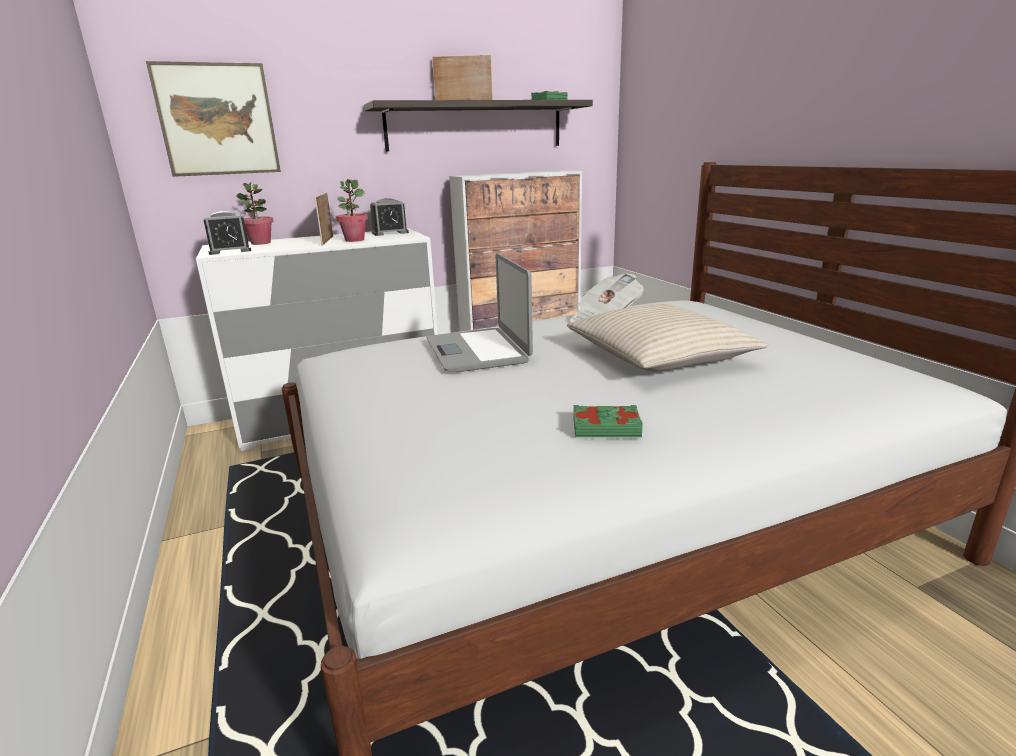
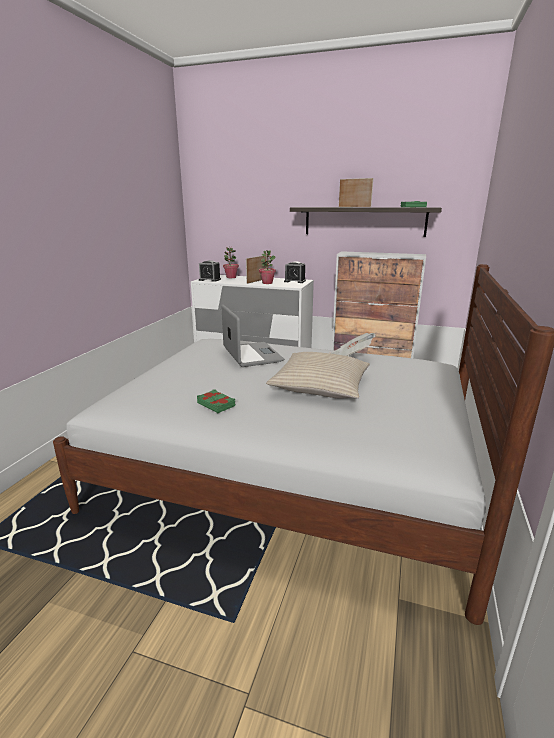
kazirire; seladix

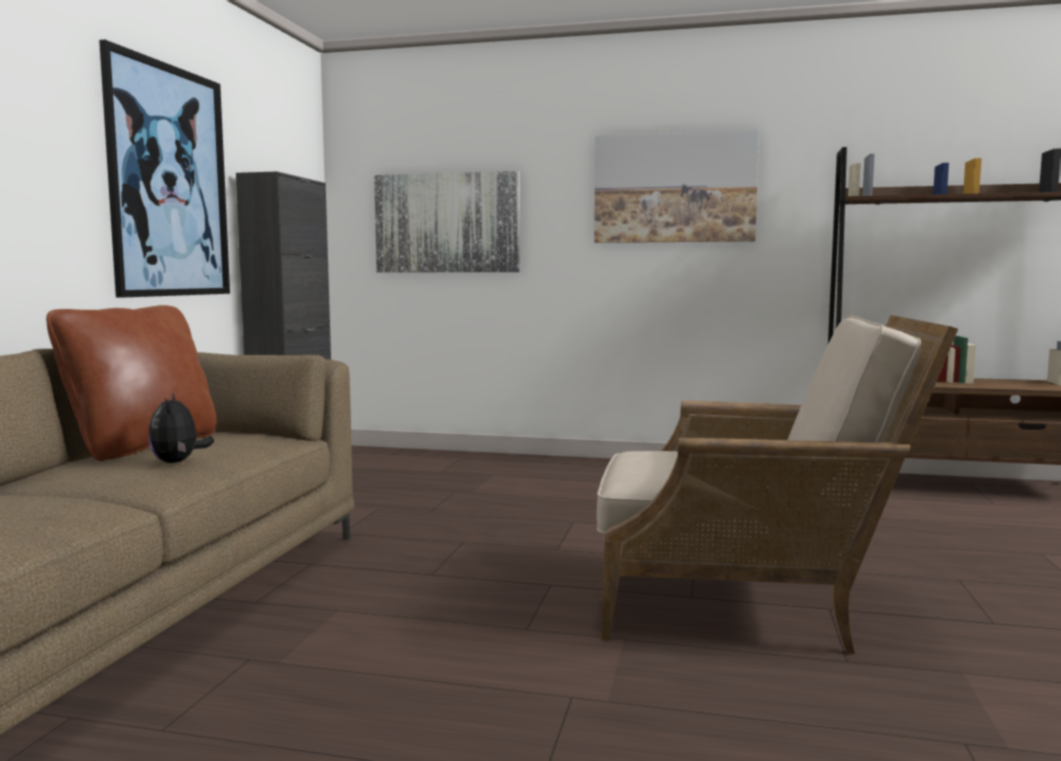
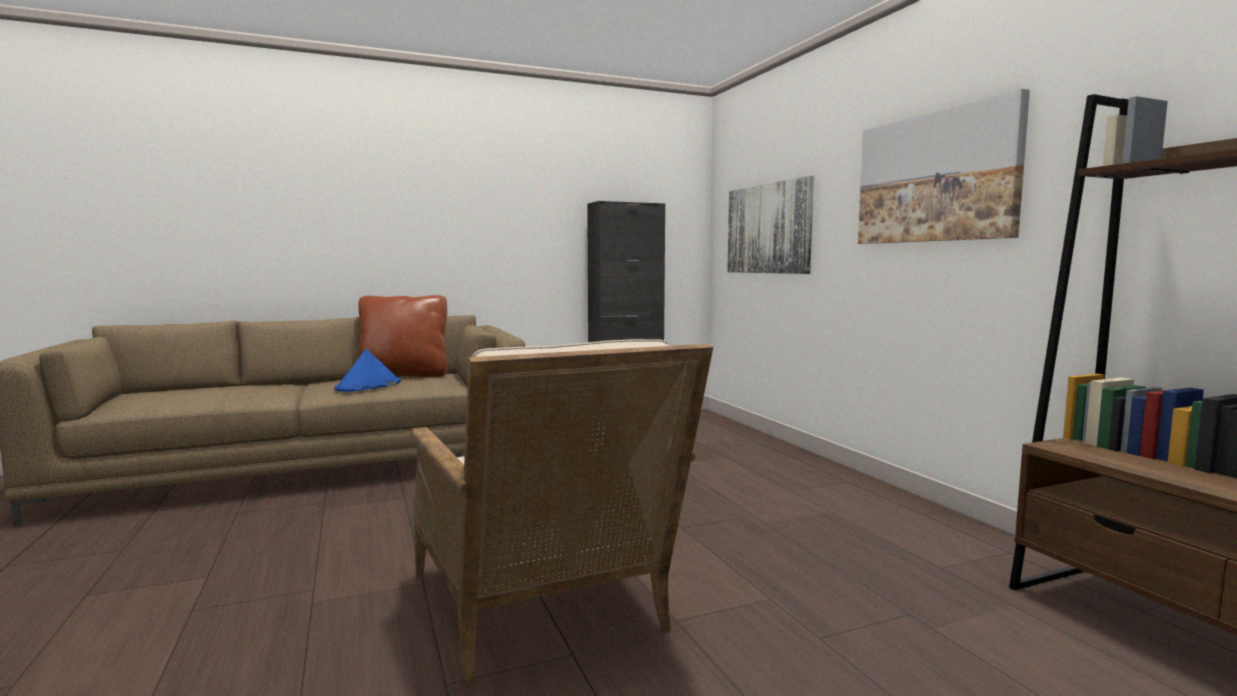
kazirire (no. 1 from left in the first image); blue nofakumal

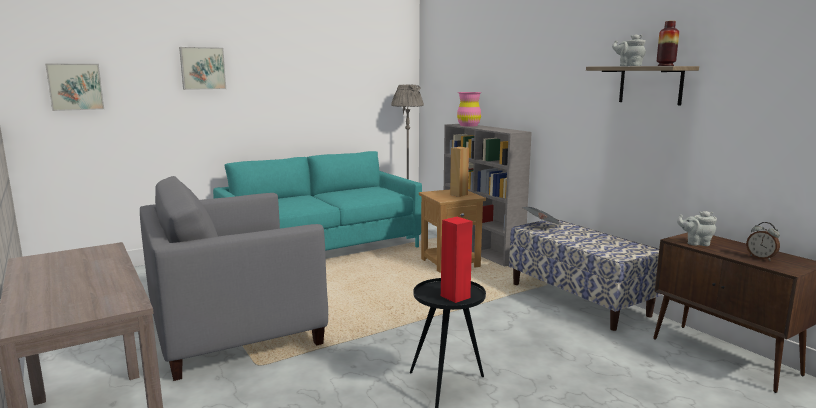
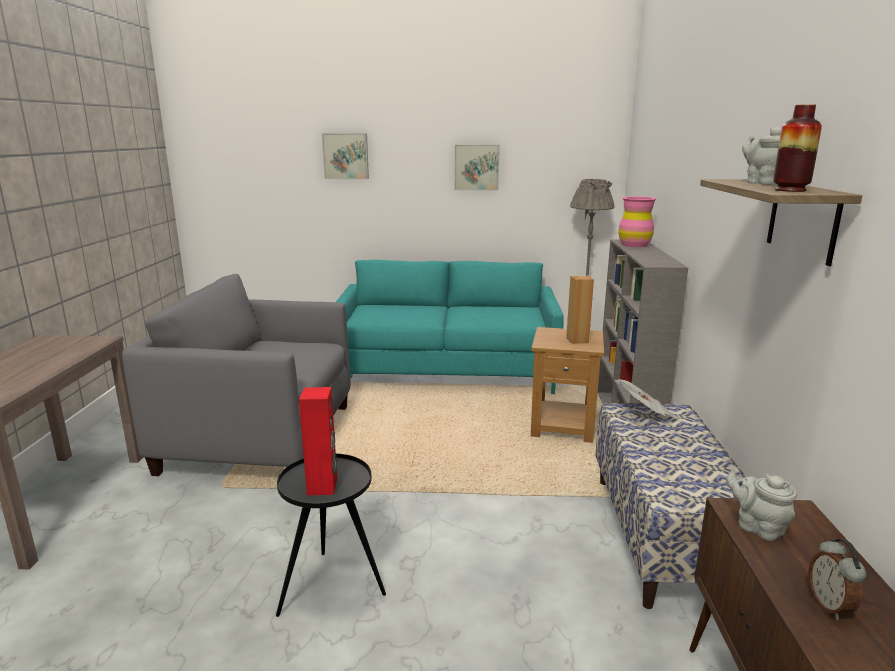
kazirire (no. 2 from left)

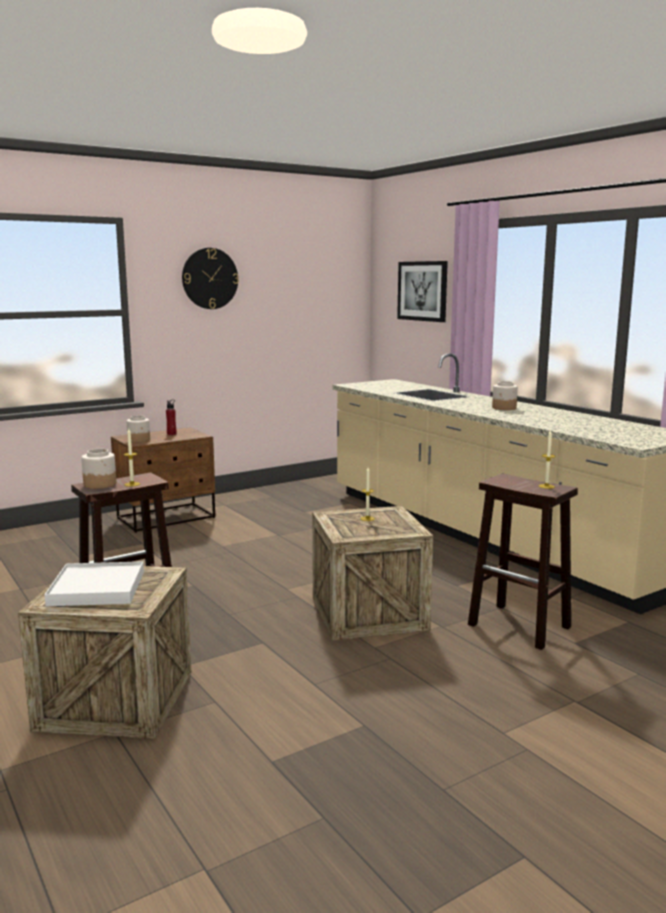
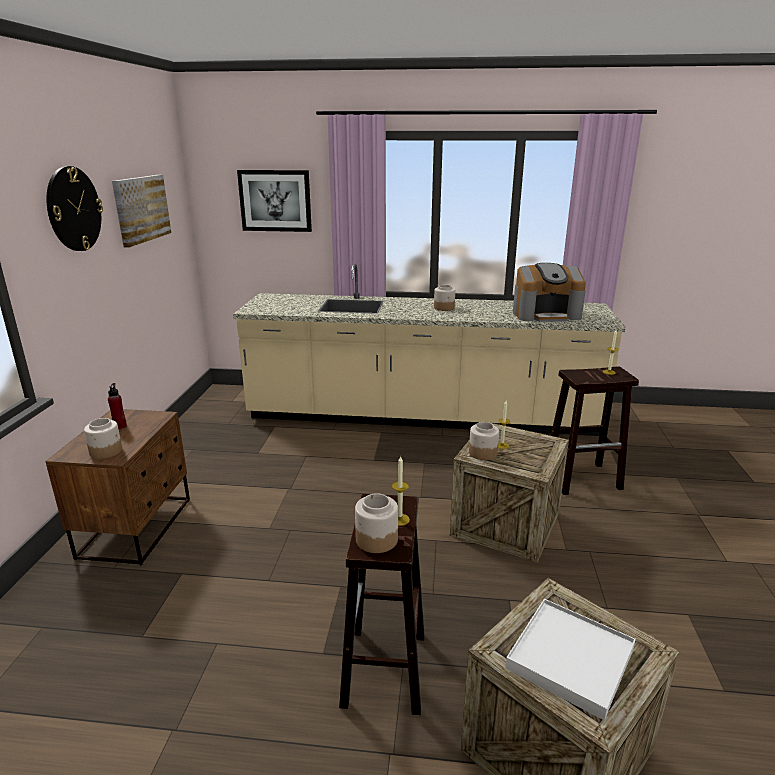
kazirire (no. 1 from left); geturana (no. 4 from left); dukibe

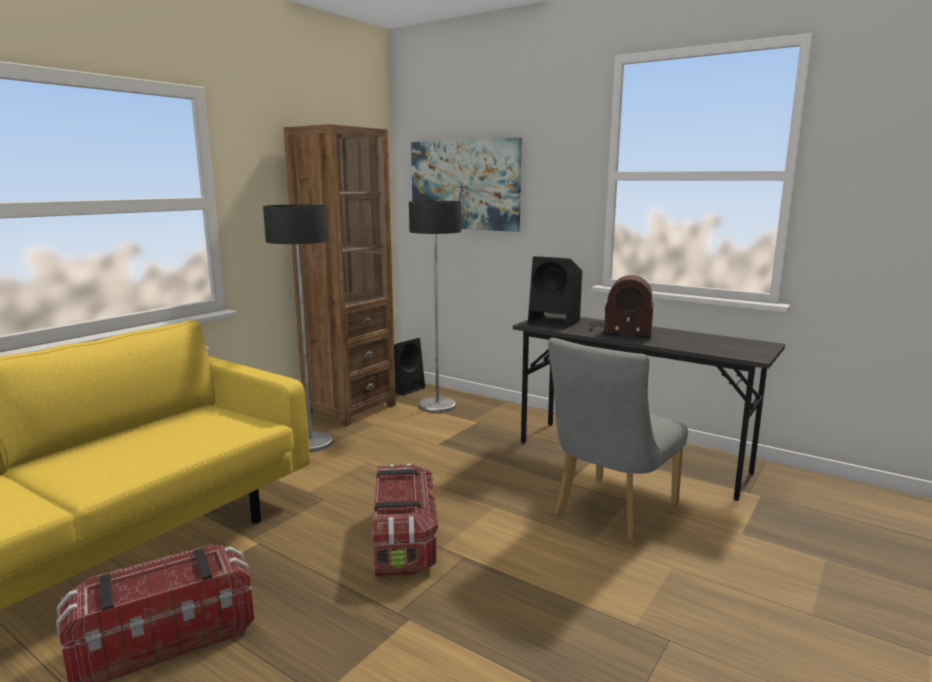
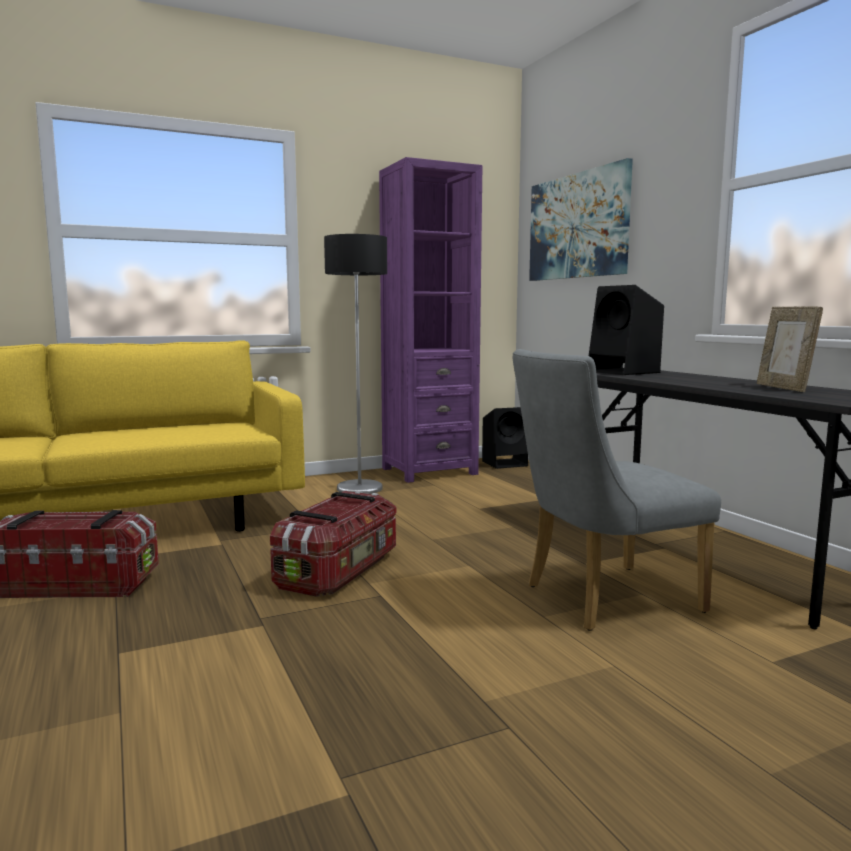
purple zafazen; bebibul (no. 2 from left in the first image); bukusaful; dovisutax

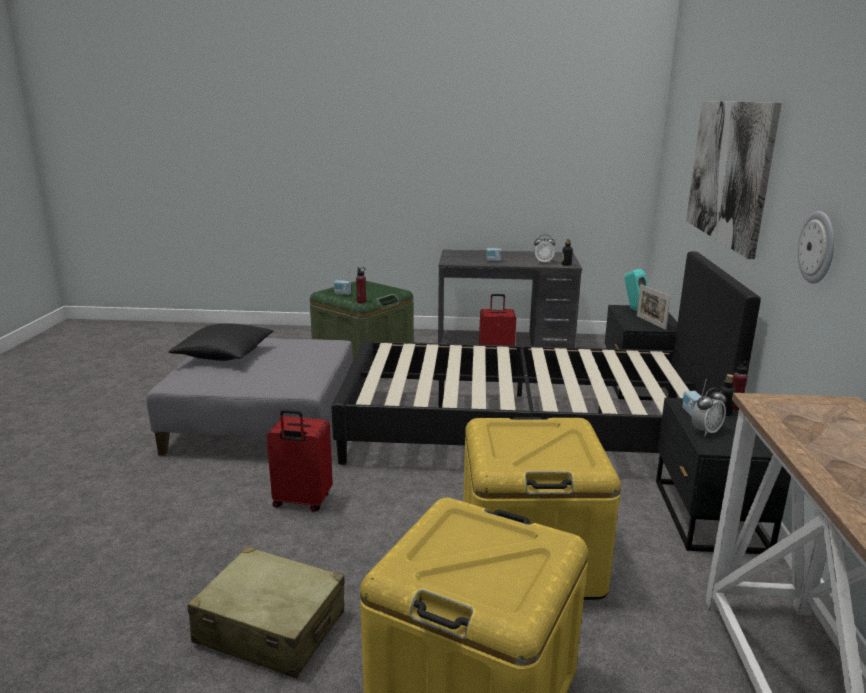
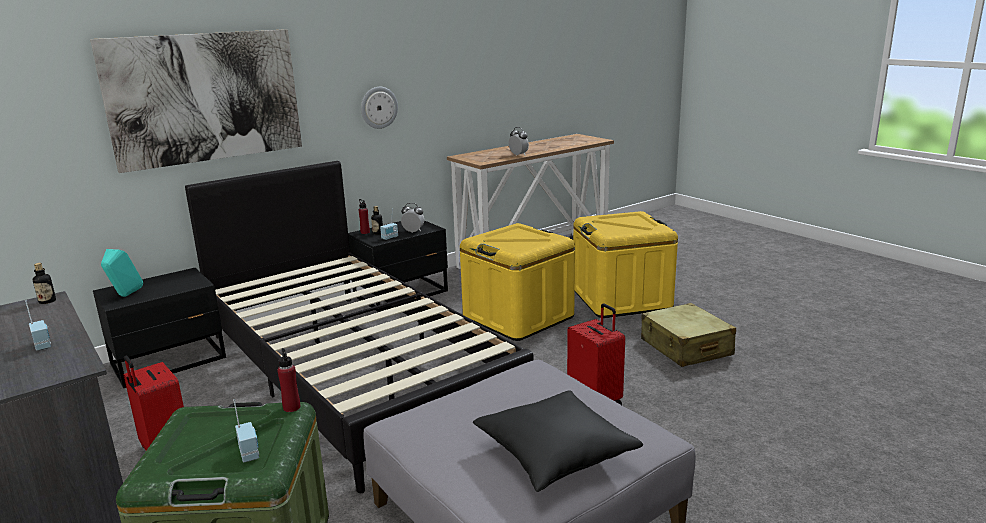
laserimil (no. 2 from left); dovisutax

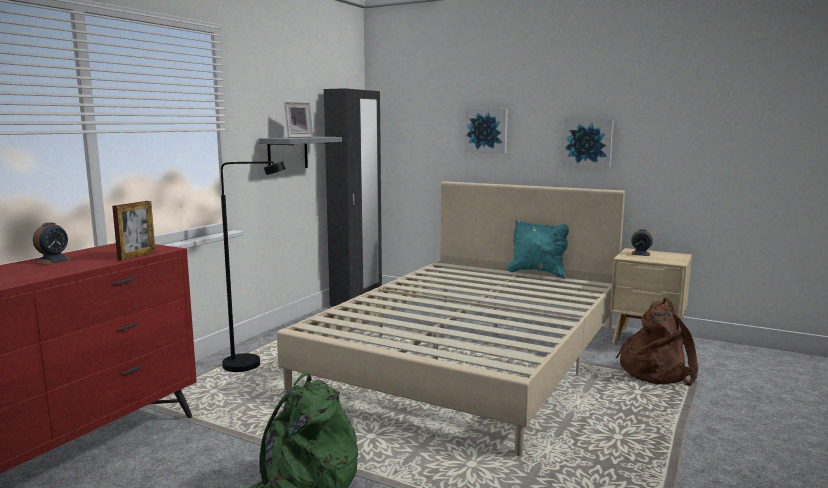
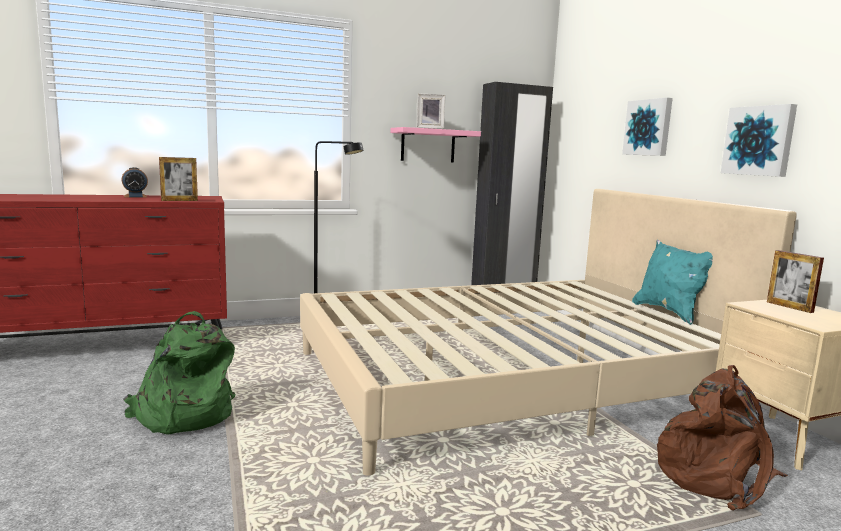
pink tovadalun; dovisutax (no. 3 from left)

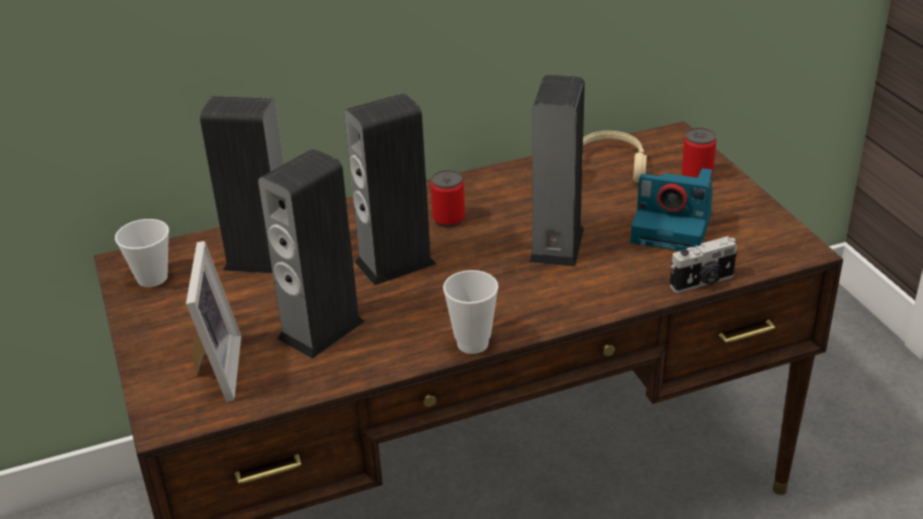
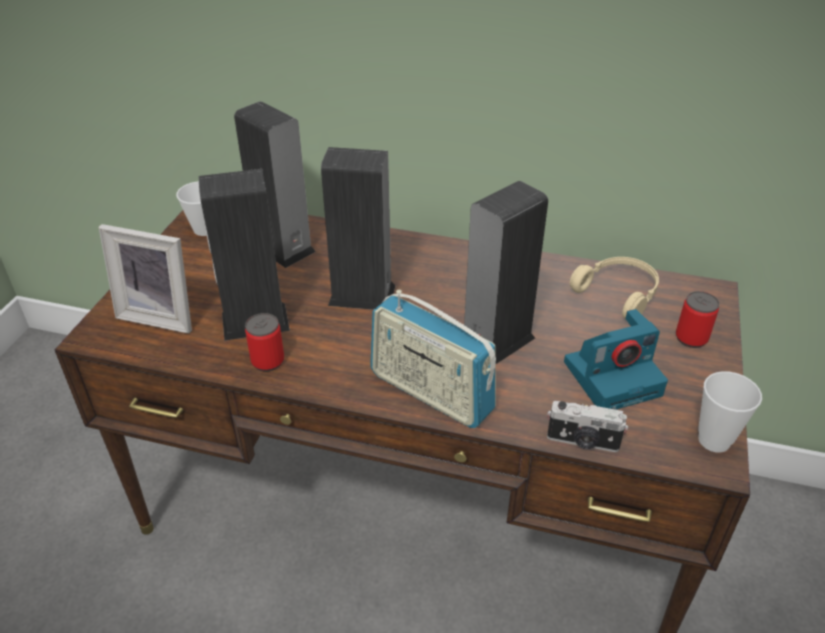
dovisutax; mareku (no. 1 from left); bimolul (no. 2 from left); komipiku (no. 2 from left); bukusaful

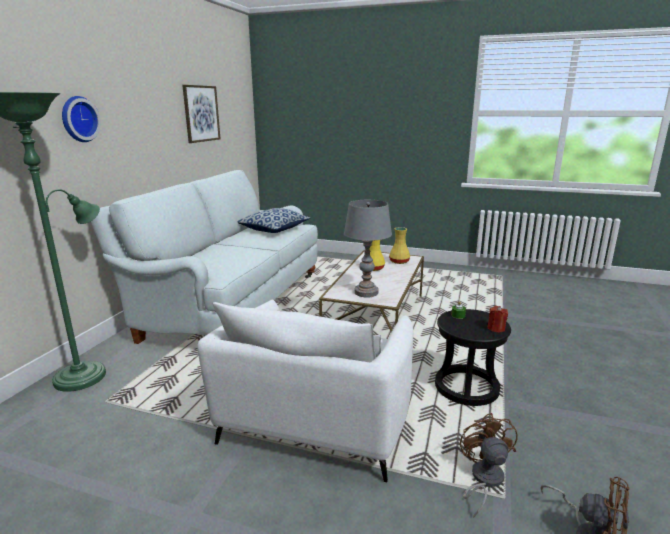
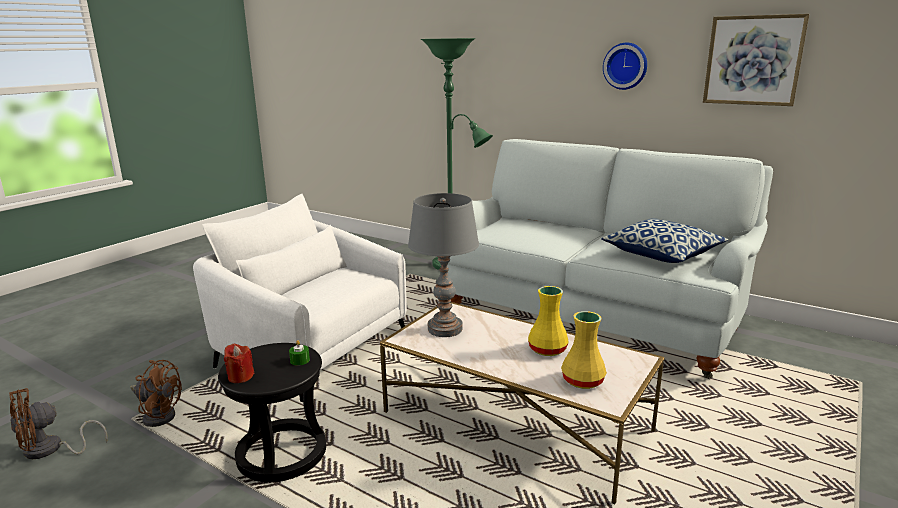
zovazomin

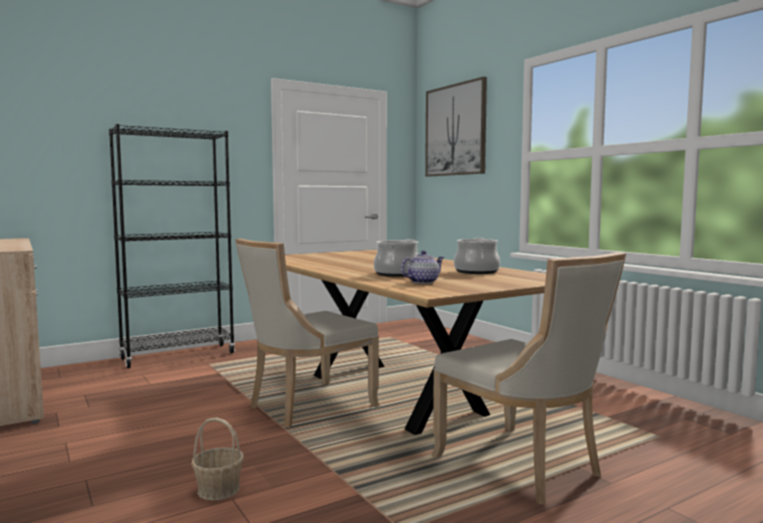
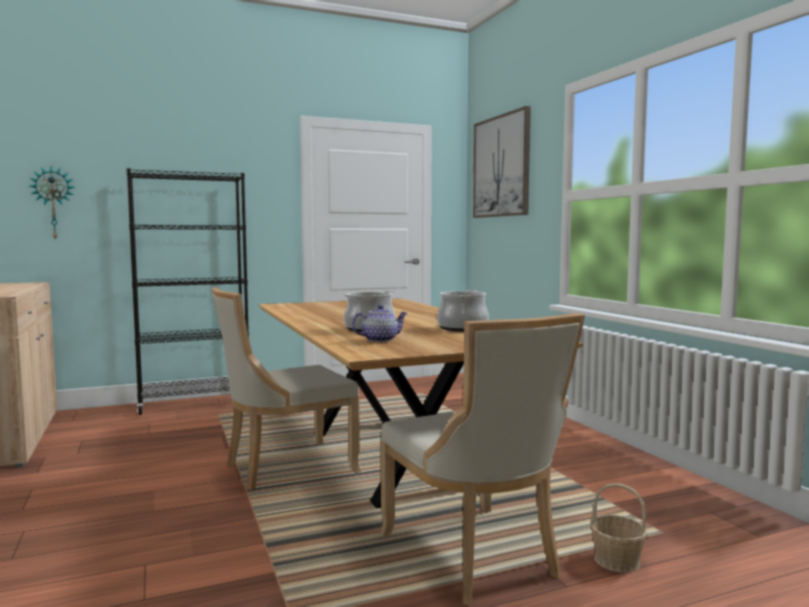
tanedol; zovazomin

